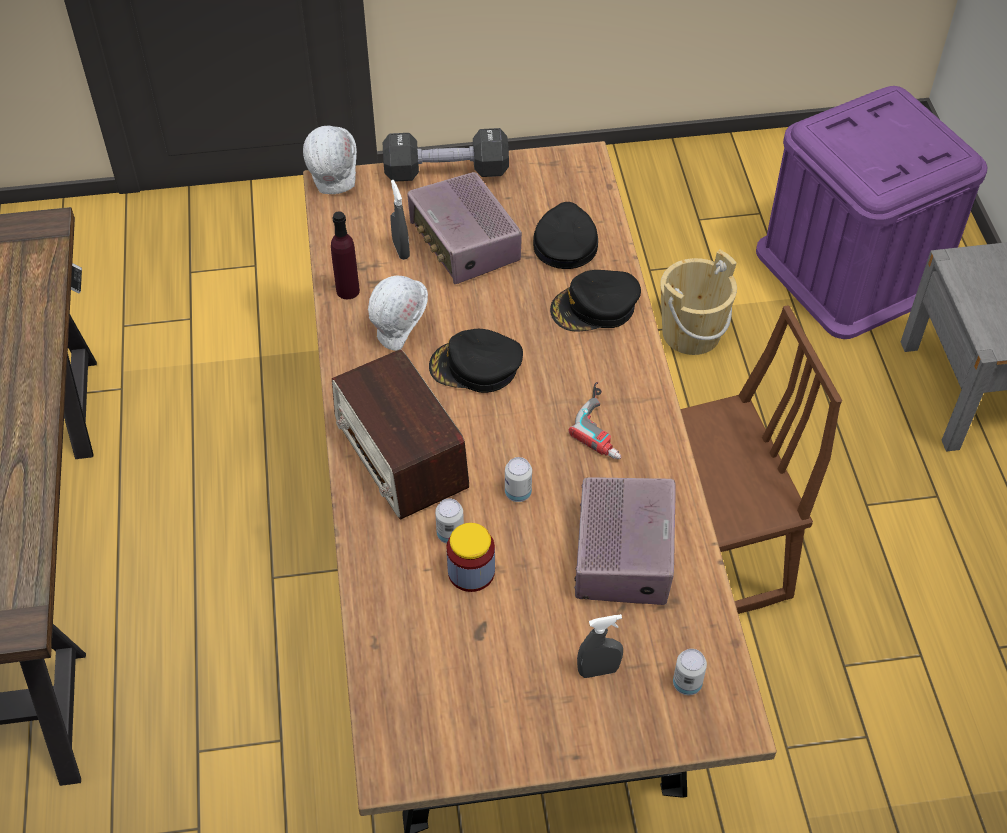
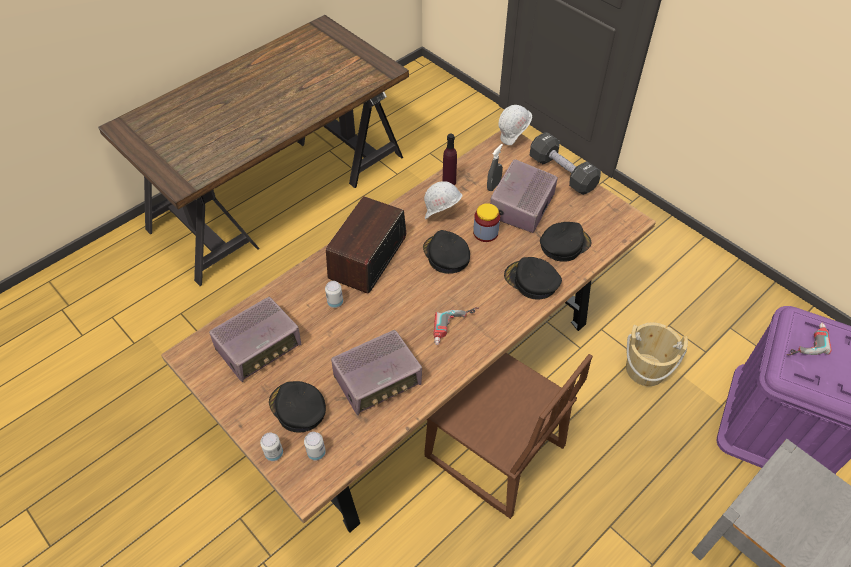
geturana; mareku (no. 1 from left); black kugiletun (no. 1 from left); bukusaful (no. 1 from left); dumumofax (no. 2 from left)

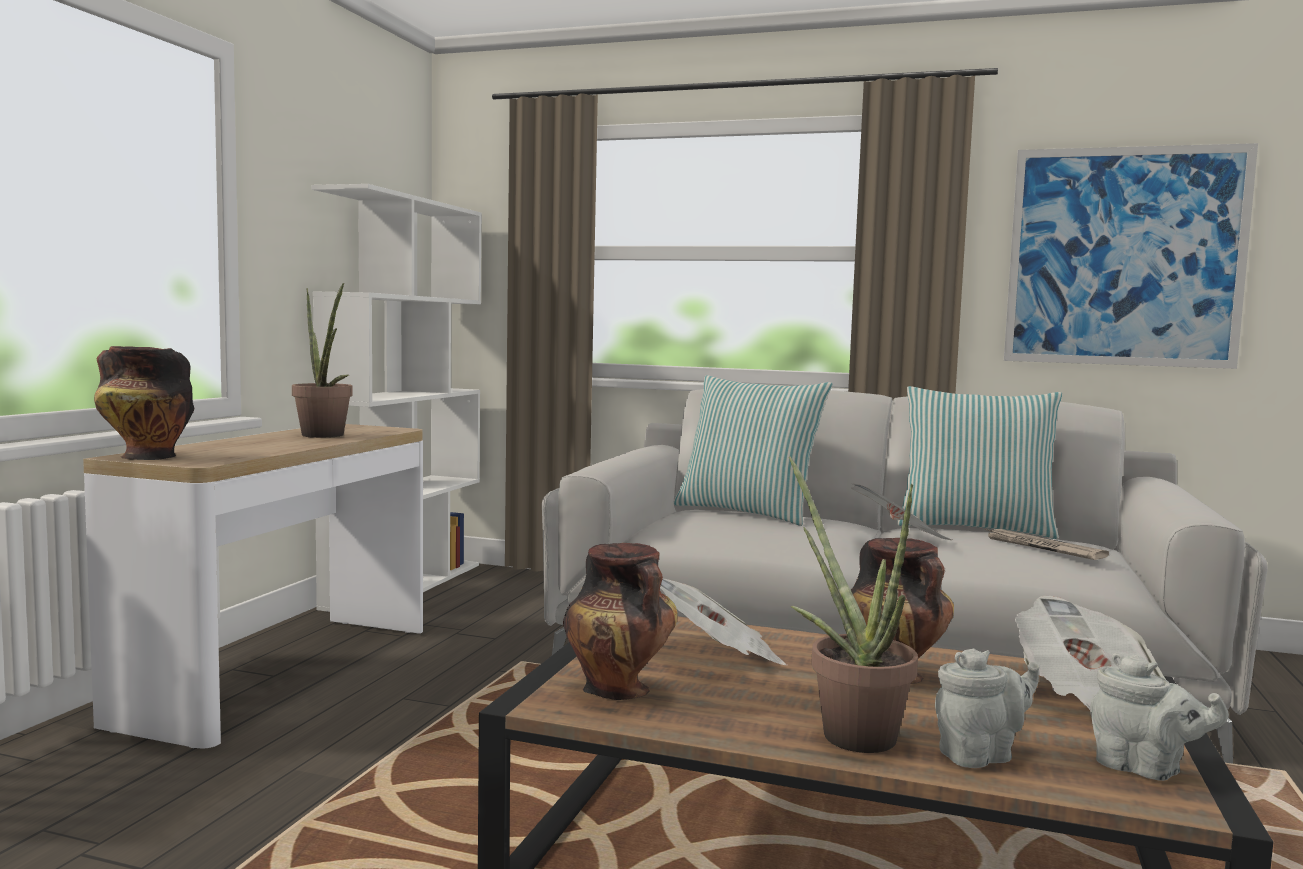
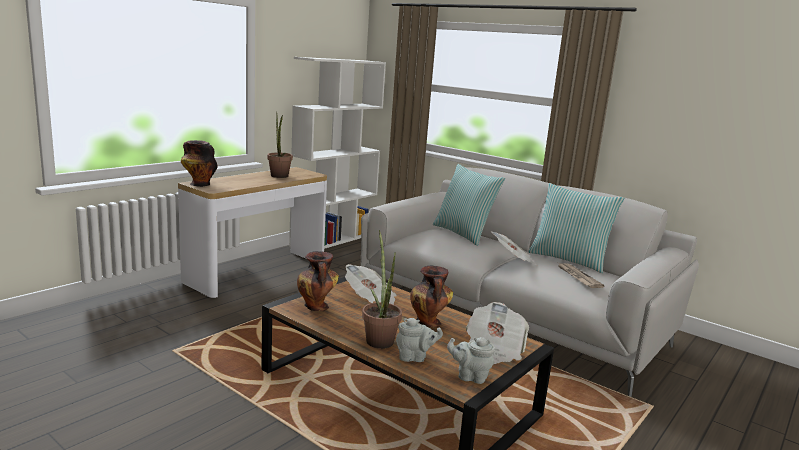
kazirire; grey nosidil (no. 2 from left)

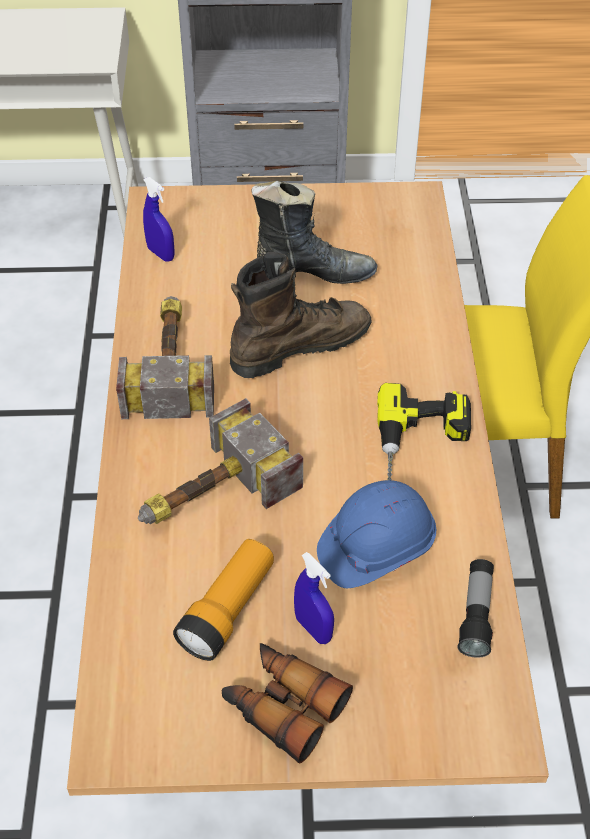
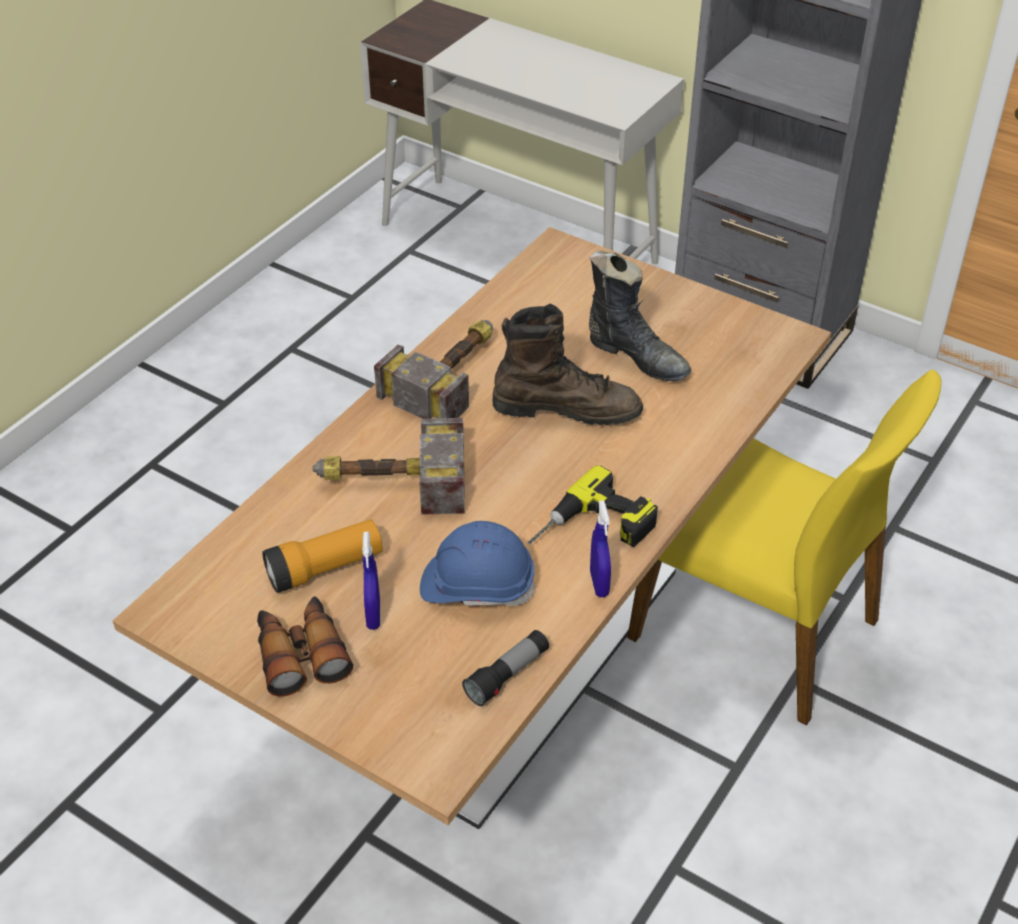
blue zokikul (no. 2 from left)

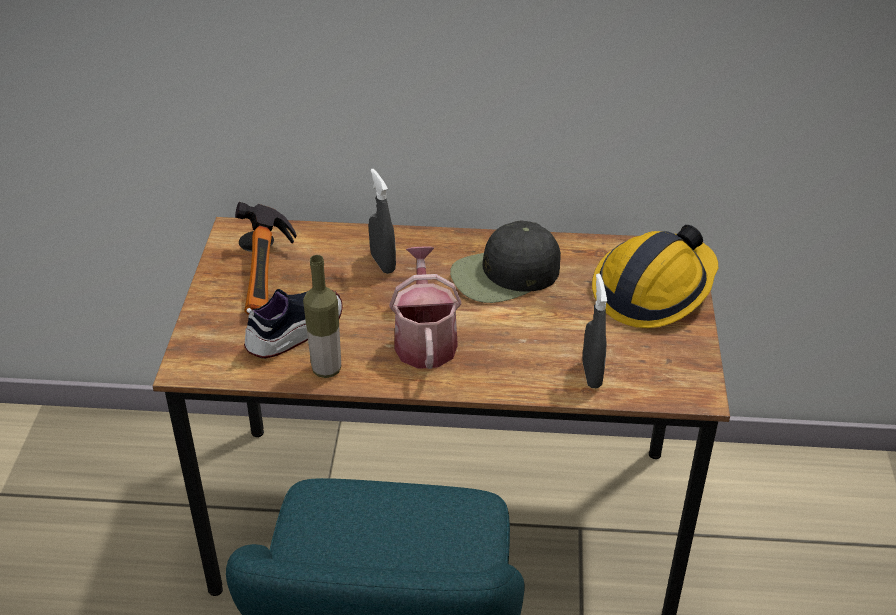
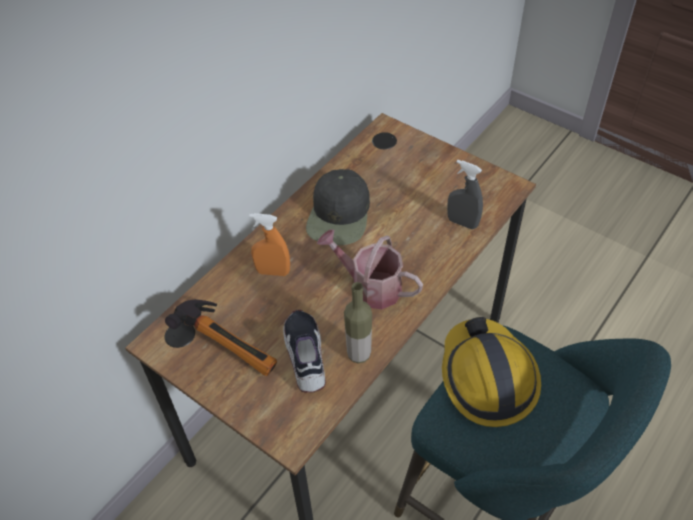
orange zokikul; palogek

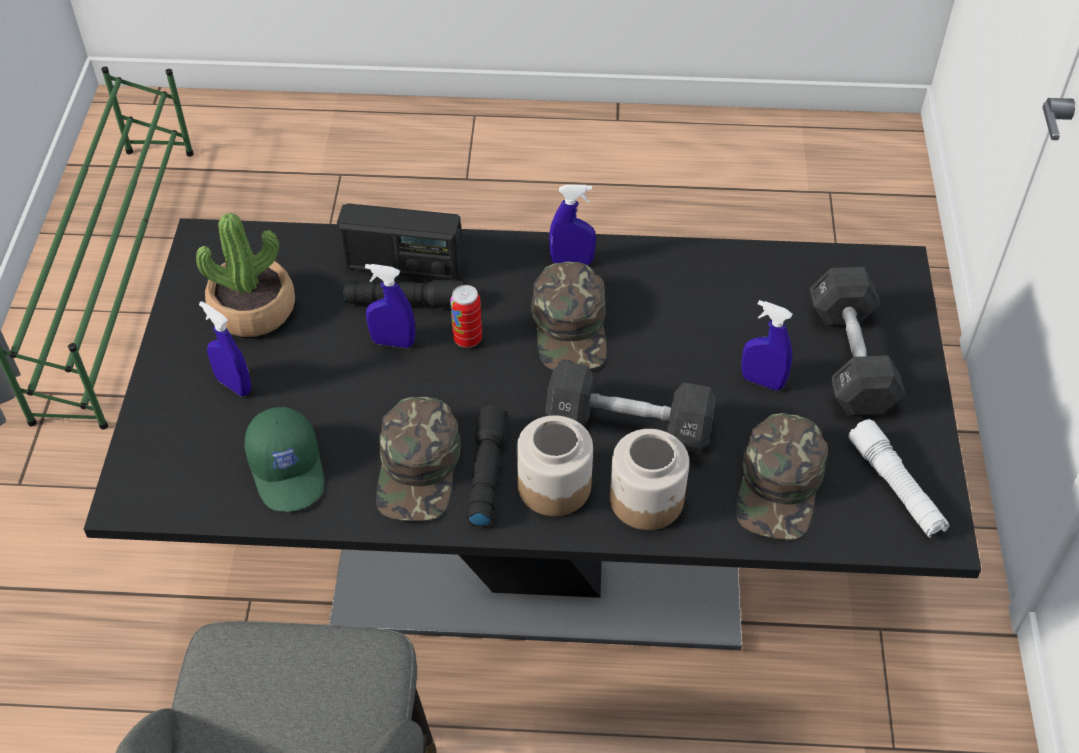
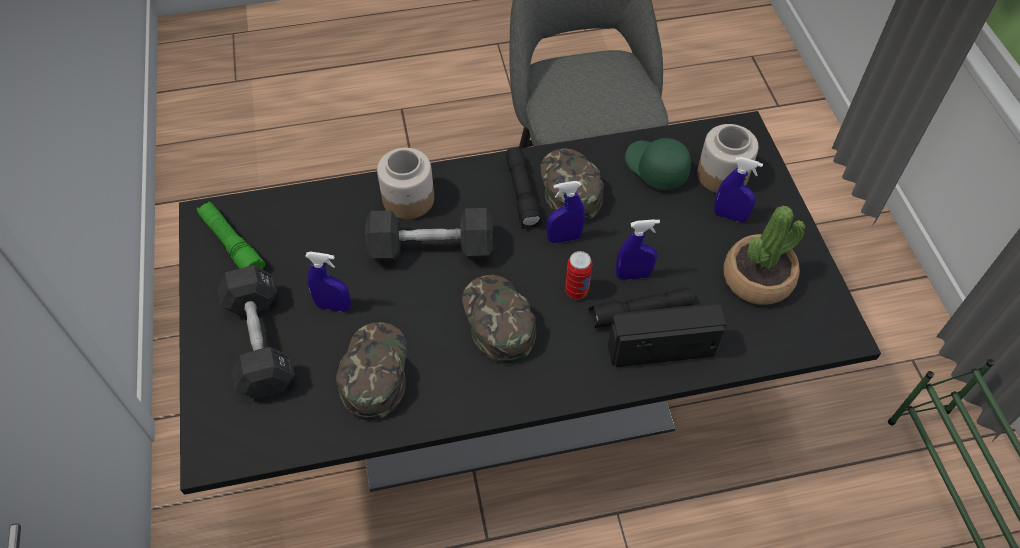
geturana (no. 2 from left); blue zokikul (no. 2 from left); green kugiletun (no. 1 from left); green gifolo

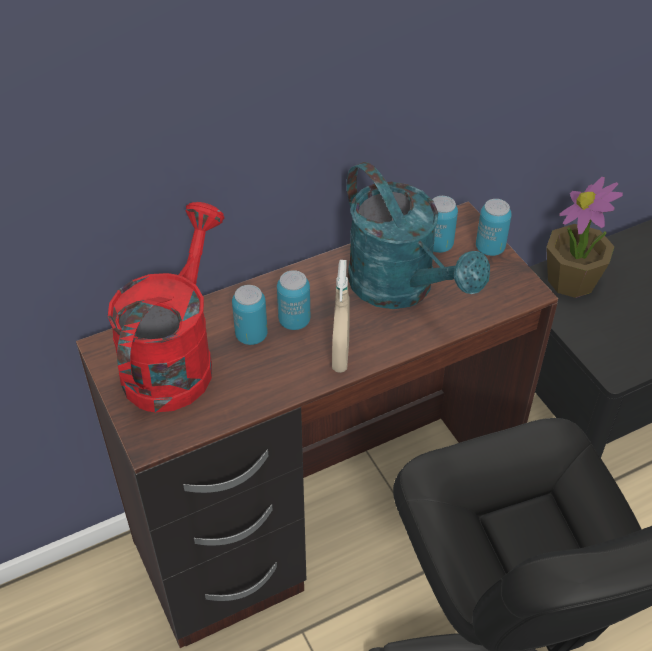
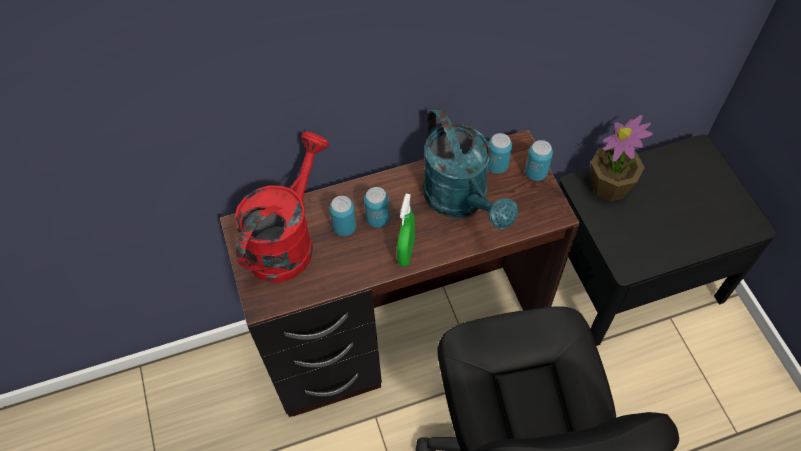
green zokikul

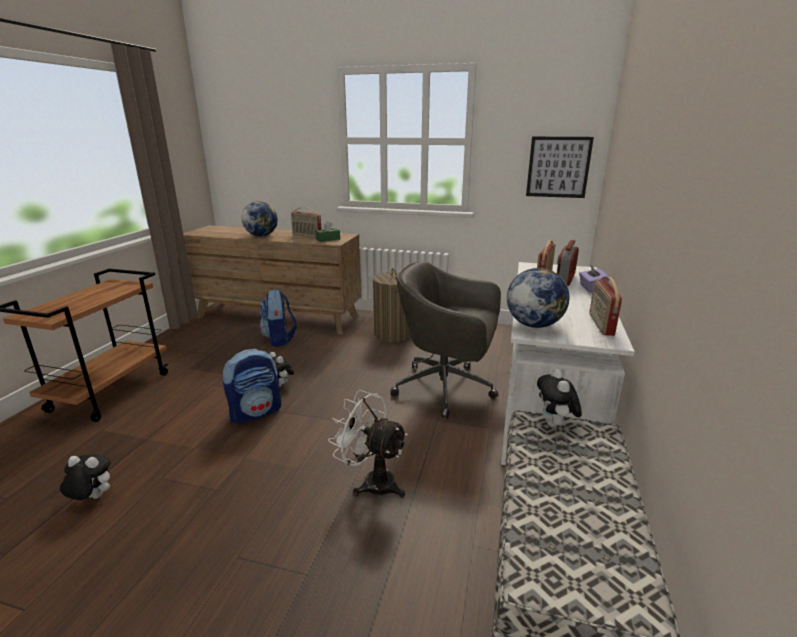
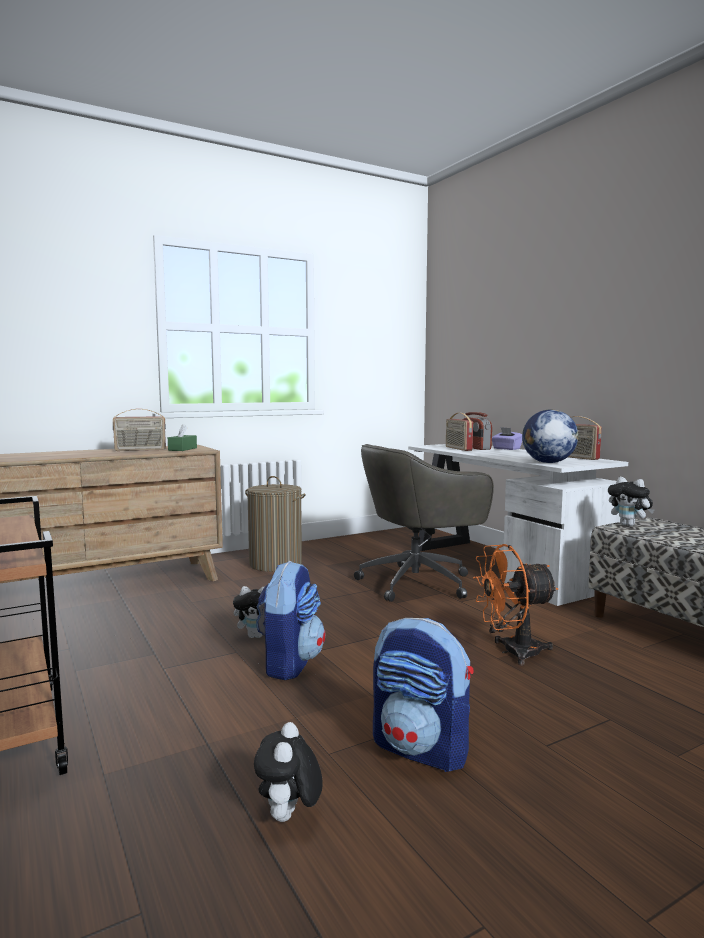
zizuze (no. 2 from left); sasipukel (no. 1 from left in the first image); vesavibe (no. 2 from left); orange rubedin; kazirire

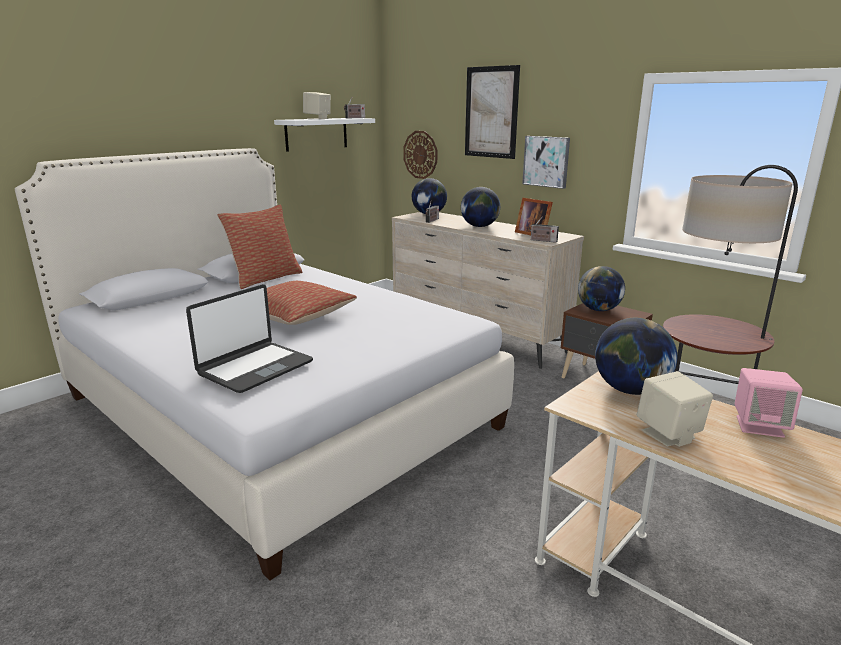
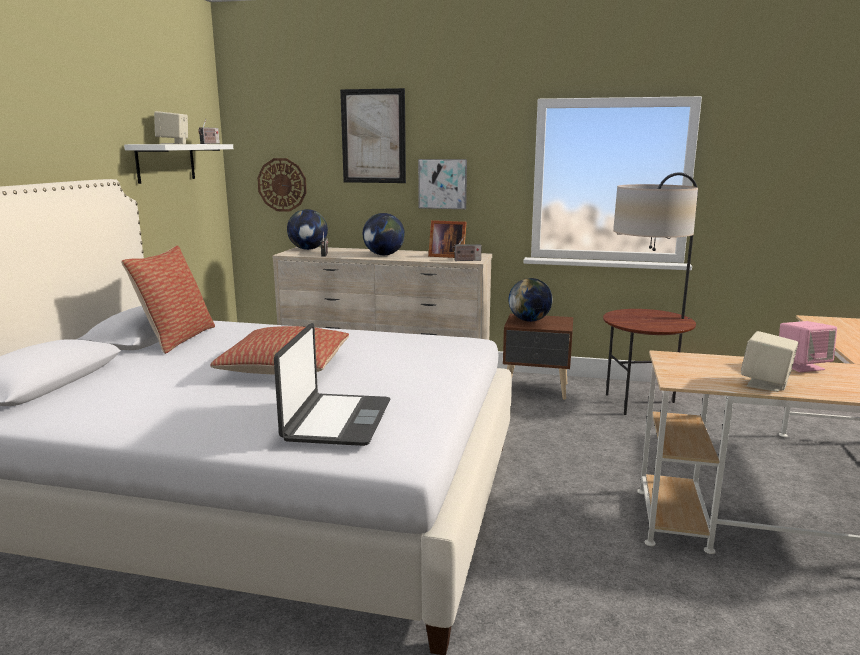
sasipukel (no. 4 from left in the first image)

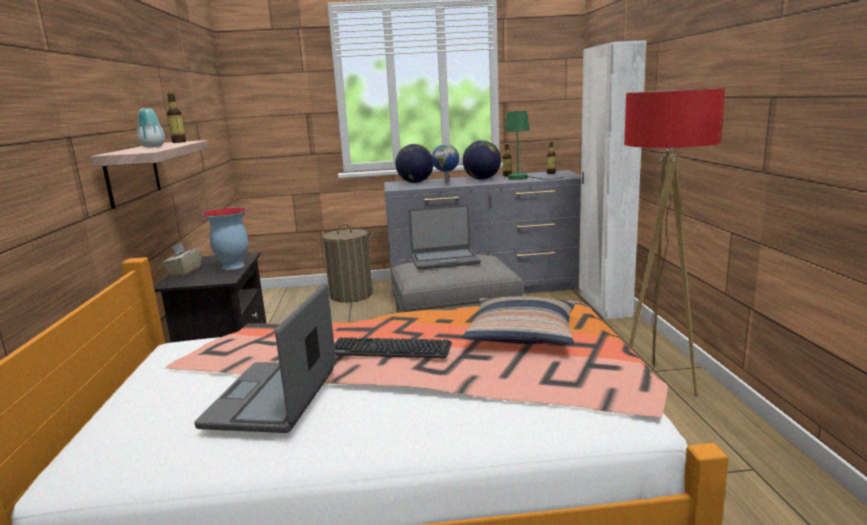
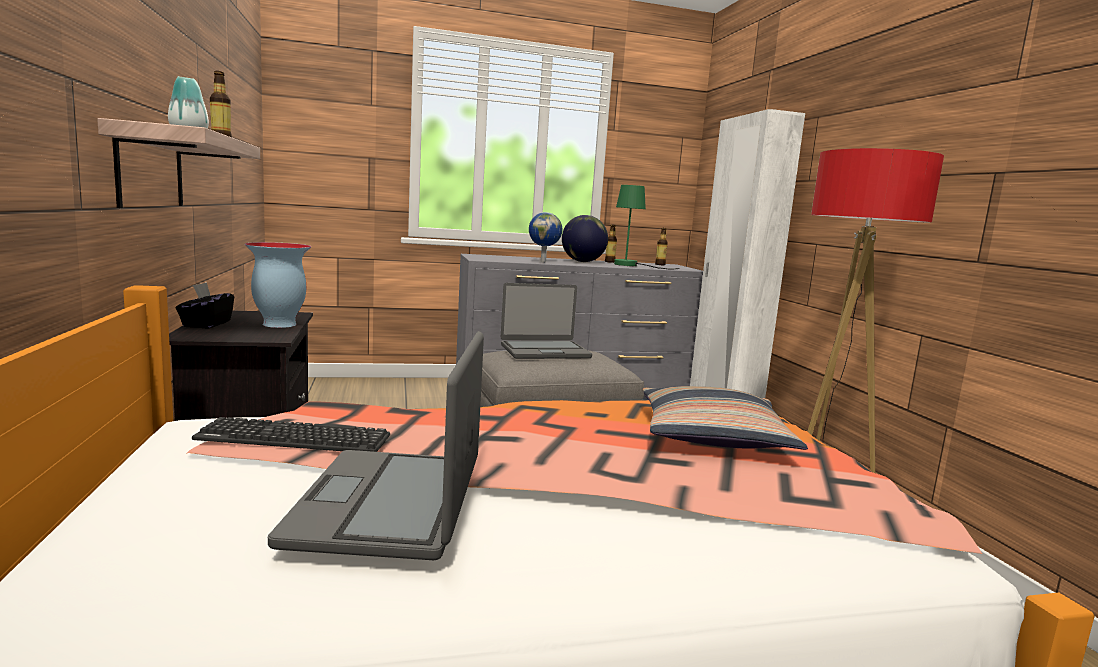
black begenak; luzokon; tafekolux; sasipukel (no. 1 from left in the first image)

